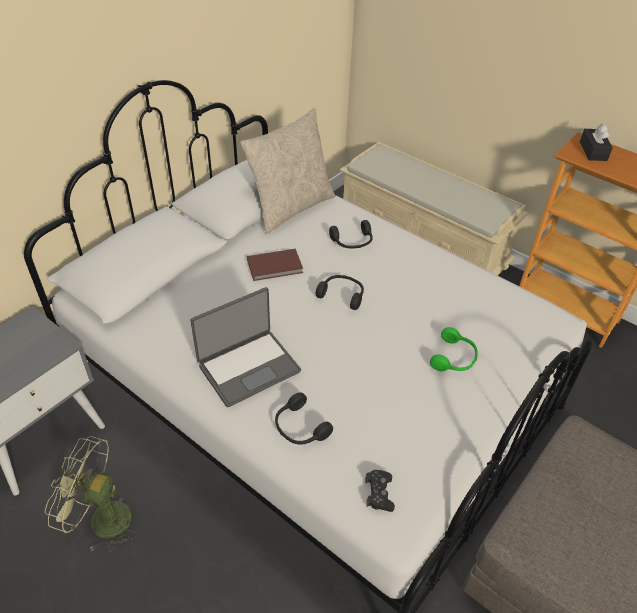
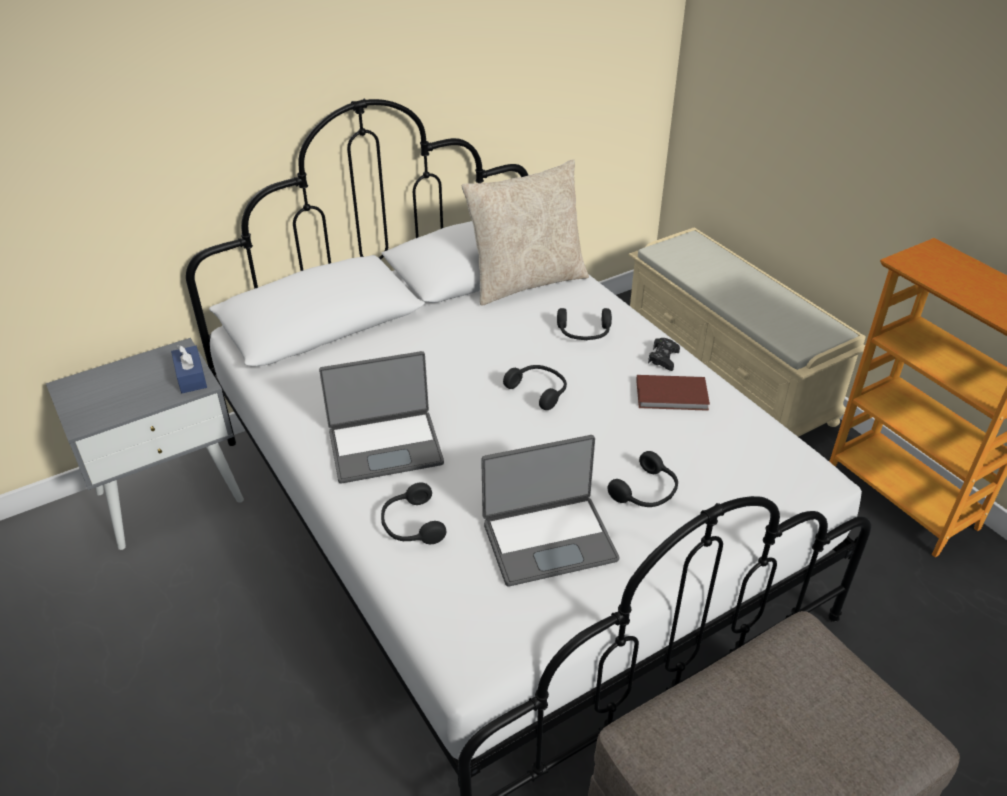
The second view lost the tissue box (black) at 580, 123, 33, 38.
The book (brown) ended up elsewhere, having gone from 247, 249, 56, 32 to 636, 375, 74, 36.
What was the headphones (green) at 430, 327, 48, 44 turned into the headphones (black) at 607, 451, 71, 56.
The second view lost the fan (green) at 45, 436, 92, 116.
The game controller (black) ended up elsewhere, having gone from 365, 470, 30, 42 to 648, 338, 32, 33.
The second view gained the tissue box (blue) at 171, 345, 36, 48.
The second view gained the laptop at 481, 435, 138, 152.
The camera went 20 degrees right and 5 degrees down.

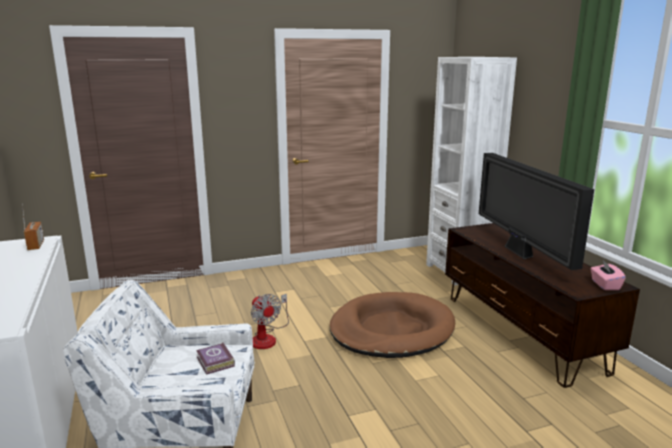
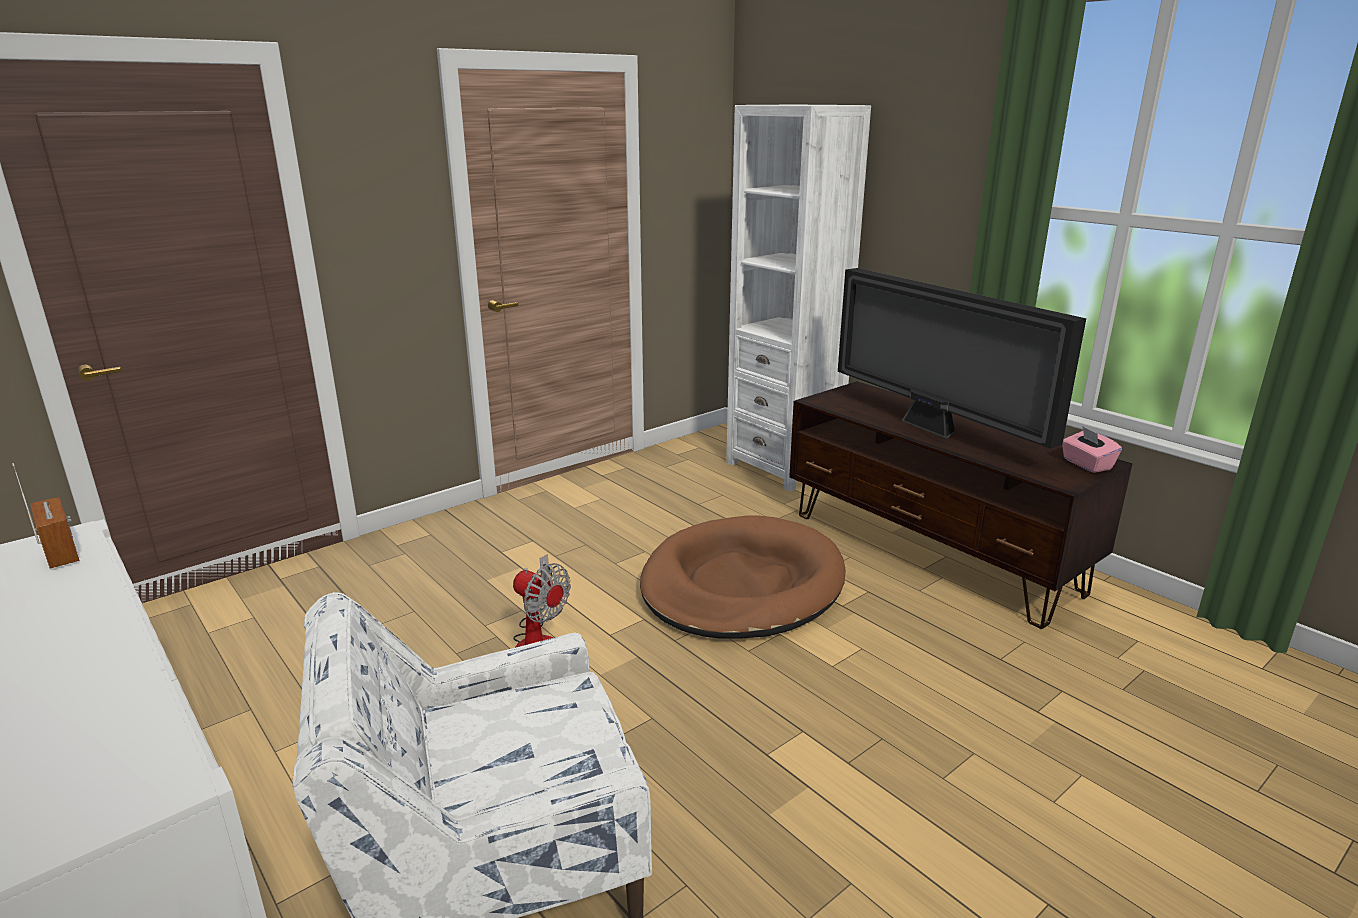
The second view lost the book at 196, 343, 39, 32.
The camera went 20 degrees left and 5 degrees up.

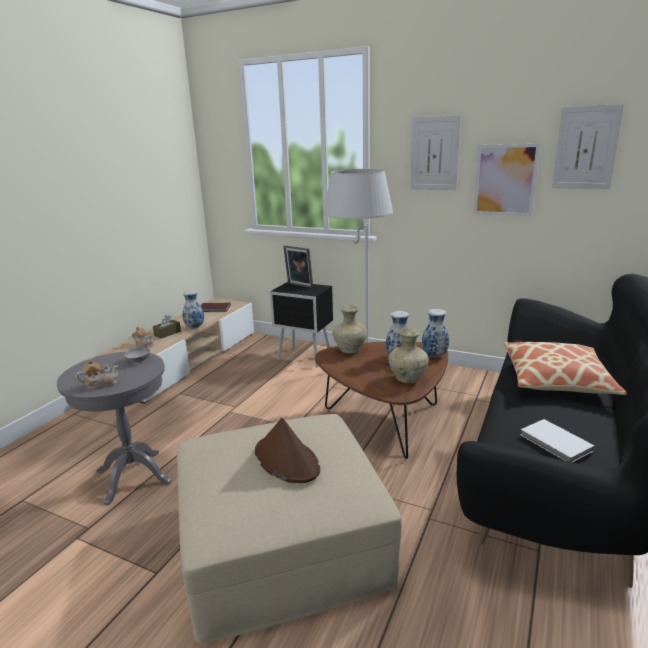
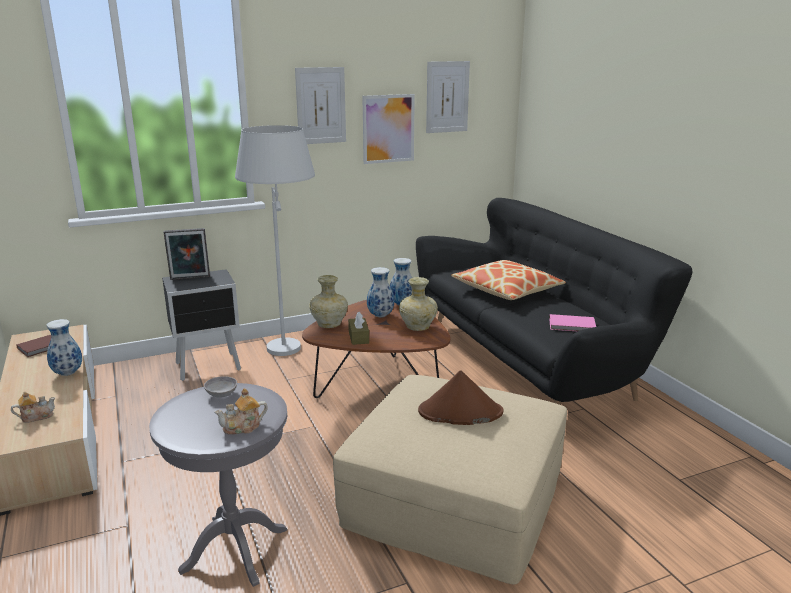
The tissue box (brown) ended up elsewhere, having gone from 153, 315, 28, 24 to 348, 312, 21, 33.
The teapot at 76, 358, 43, 32 ended up facing another way, 135 degrees counterclockwise from before.
What was the book (white) at 520, 419, 75, 43 turned into the book (pink) at 549, 314, 47, 17.
The camera went 50 degrees left and 0 degrees up.

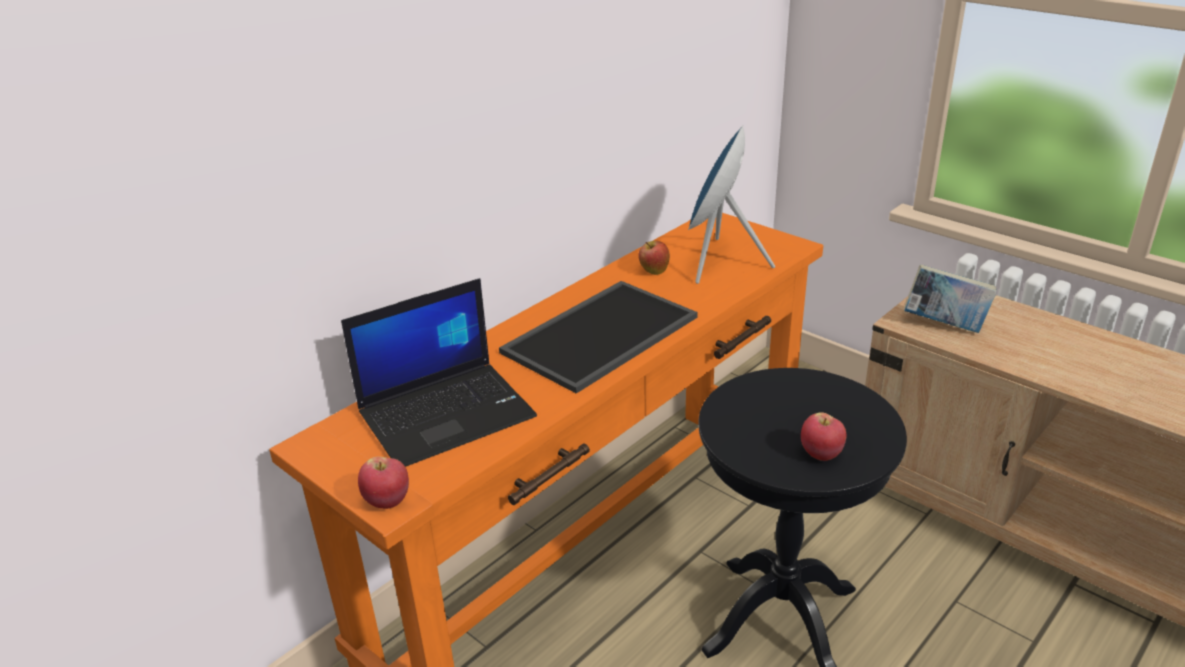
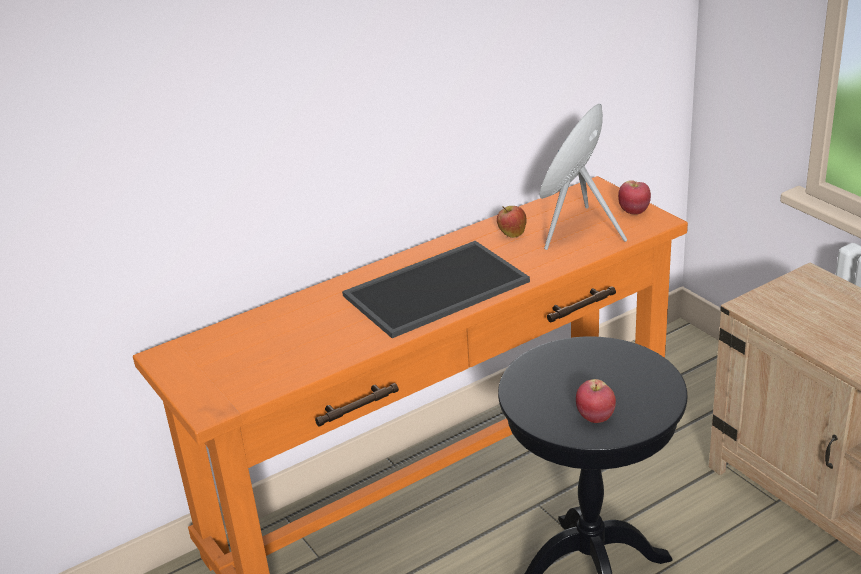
The second view lost the book at 904, 264, 93, 69.
The second view lost the laptop at 341, 278, 196, 189.
The apple ended up elsewhere, having gone from 358, 457, 51, 52 to 618, 180, 33, 35.
The camera went 15 degrees right and 0 degrees up.

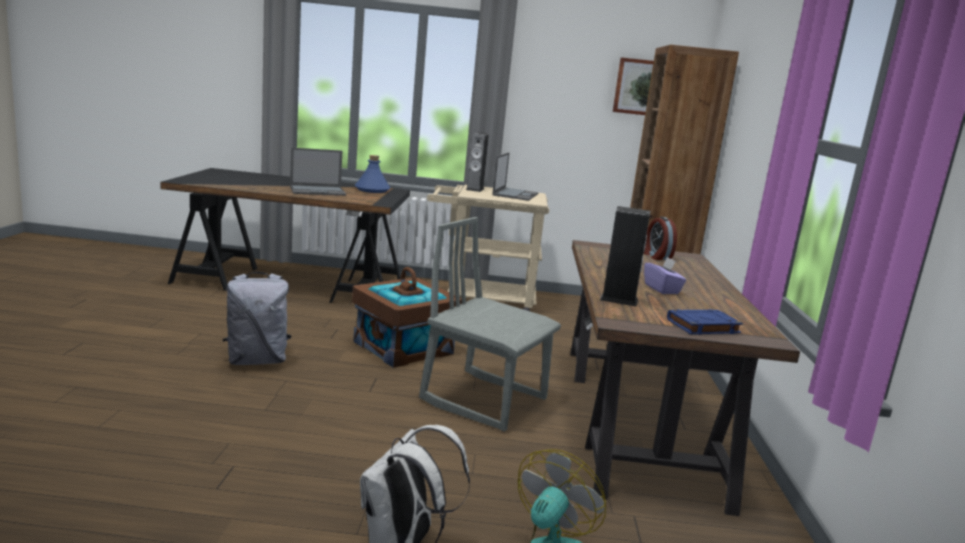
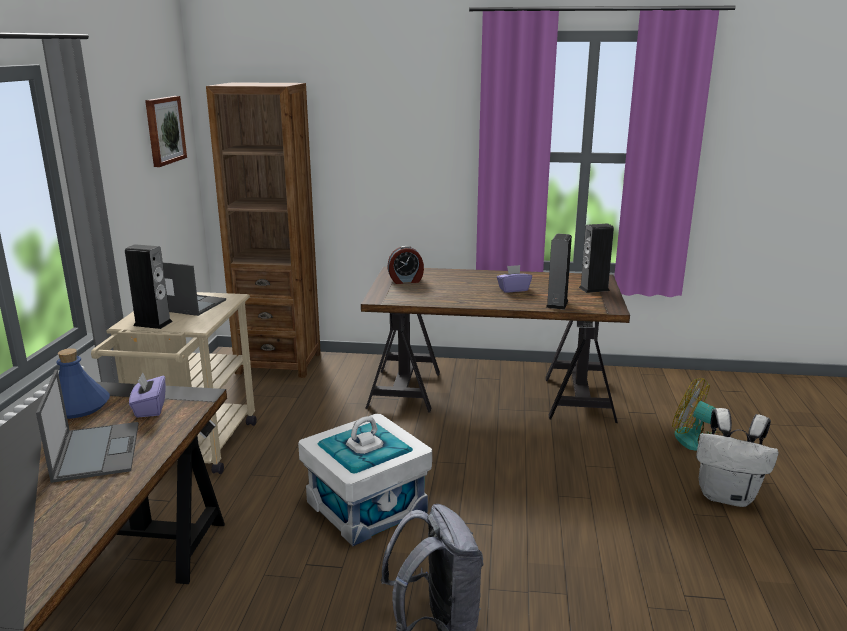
The second view lost the chair (grey) at 419, 217, 142, 215.
What was the storage box (brown) at 352, 267, 110, 101 turned into the storage box (white) at 298, 414, 134, 132.
Where the book (blue) stood at 667, 309, 76, 26, the speaker came to stand at 579, 223, 35, 70.
The second view gained the tissue box (purple) at 129, 372, 37, 46.
The camera went 85 degrees left and 5 degrees up.

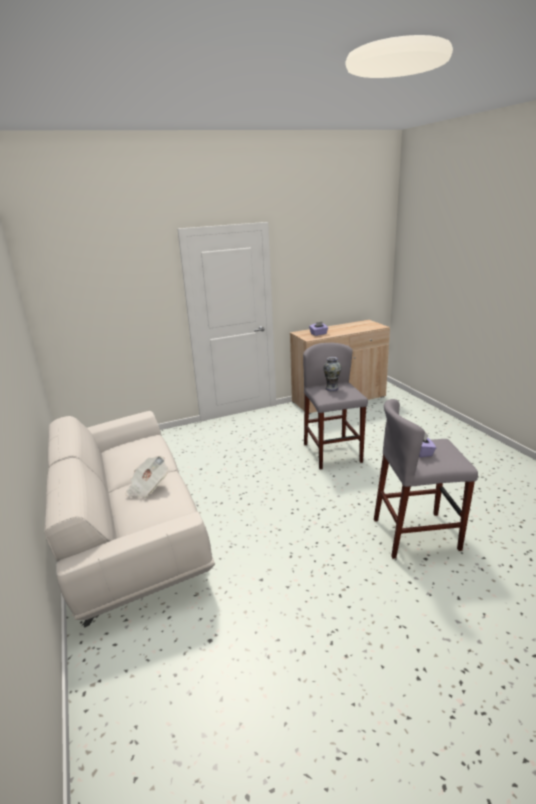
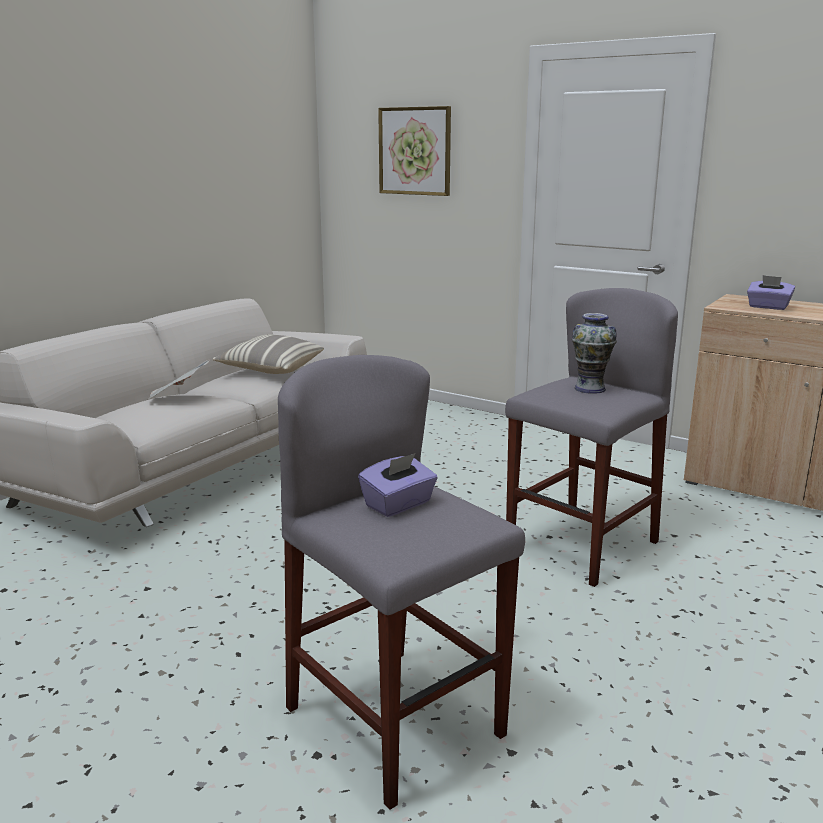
The second view gained the picture at 378, 106, 73, 90.
The second view gained the pillow at 213, 335, 111, 39.
The camera went 55 degrees right and 5 degrees down.

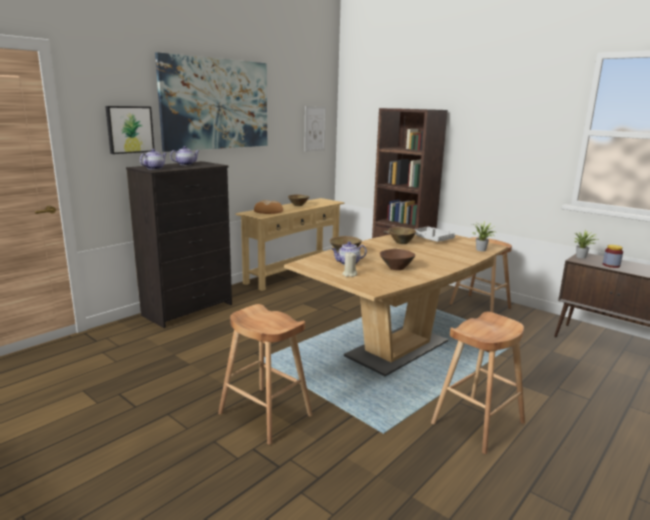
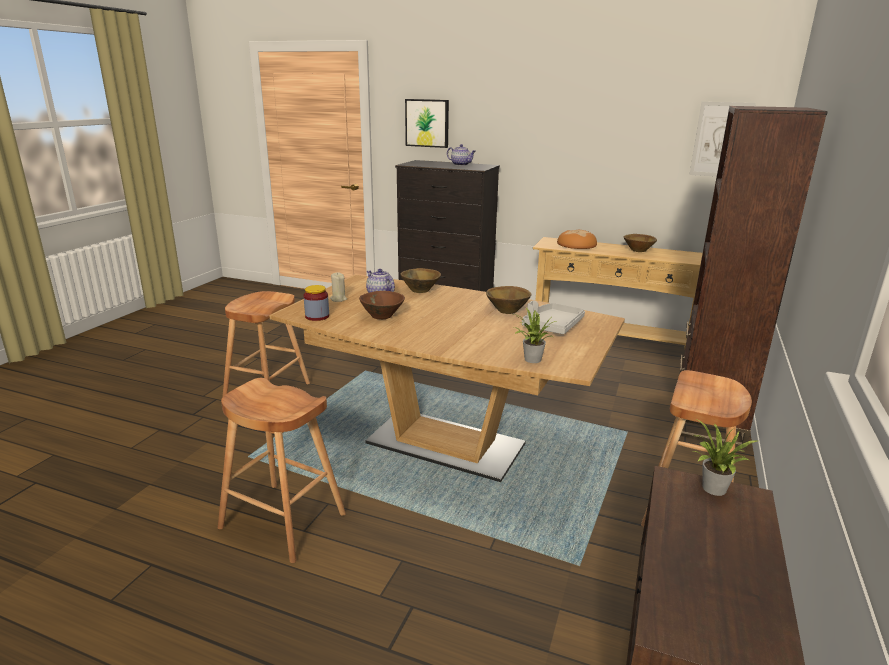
The second view lost the picture at 155, 52, 112, 100.
The second view lost the teapot at 140, 149, 27, 21.
The jar ended up elsewhere, having gone from 603, 245, 20, 23 to 304, 285, 25, 36.
The camera went 70 degrees right and 5 degrees up.

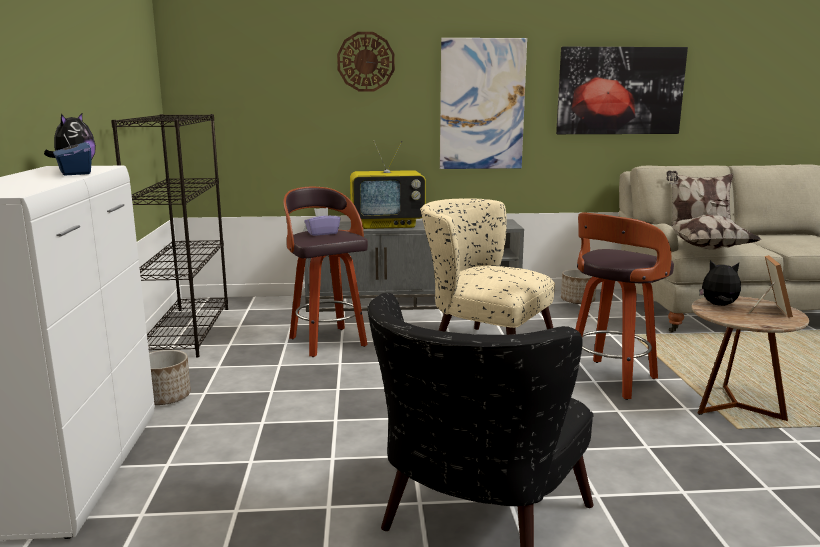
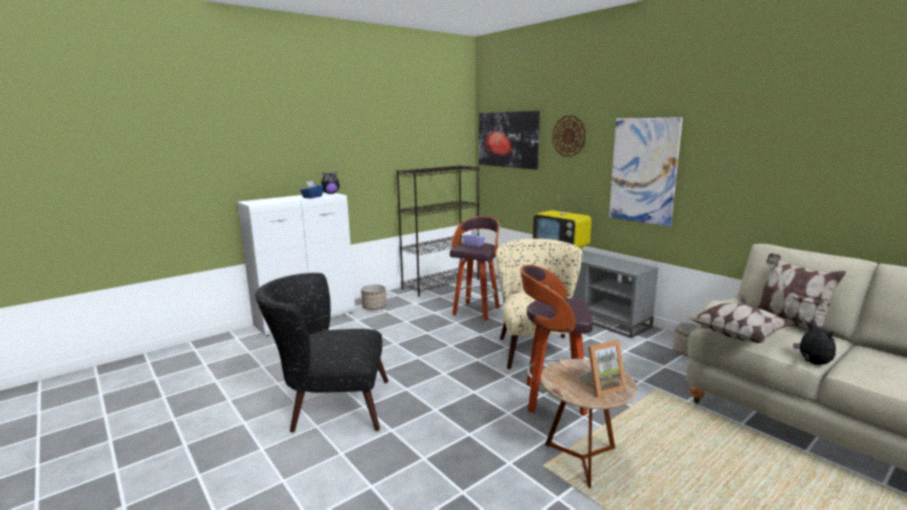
The picture ended up elsewhere, having gone from 556, 47, 132, 87 to 479, 111, 61, 58.
The plush toy ended up elsewhere, having gone from 699, 260, 42, 46 to 793, 322, 43, 43.
The camera went 55 degrees right and 0 degrees up.

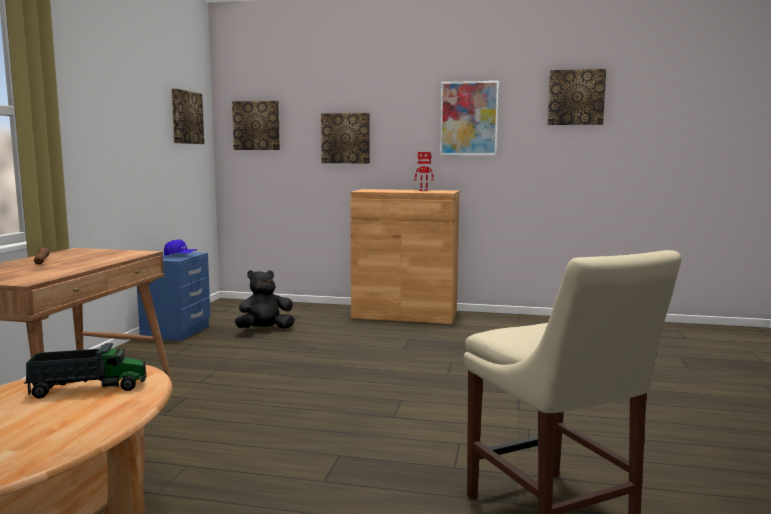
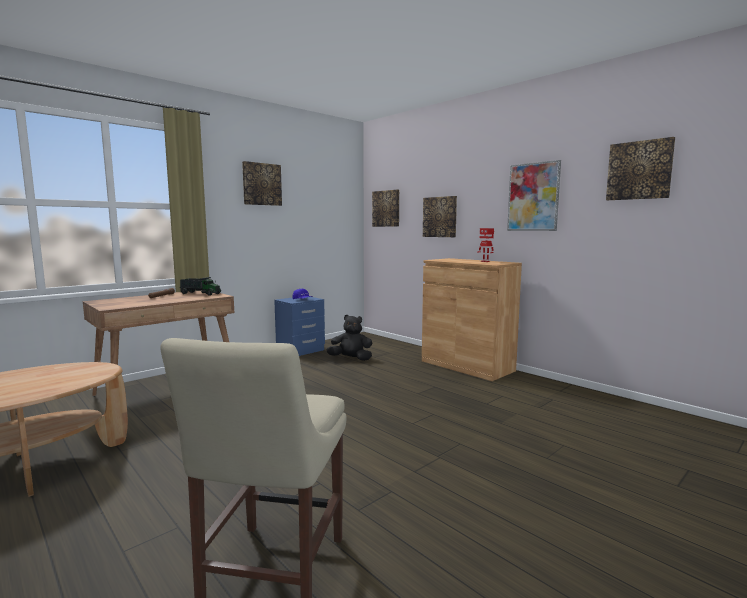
The picture ended up elsewhere, having gone from 171, 89, 33, 55 to 242, 161, 40, 45.
The toy truck ended up elsewhere, having gone from 24, 343, 123, 56 to 179, 277, 42, 19.
The camera went 35 degrees right and 0 degrees up.

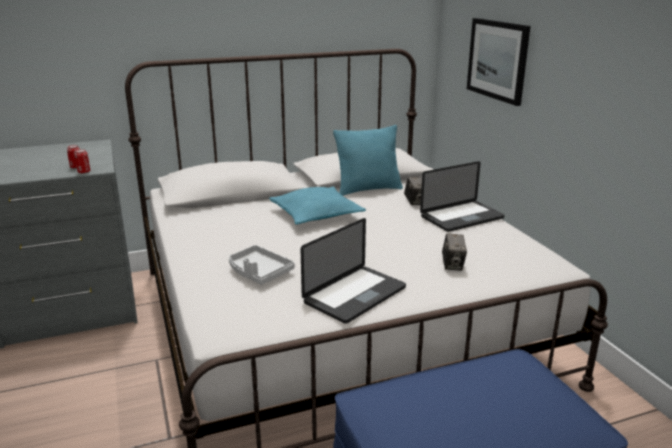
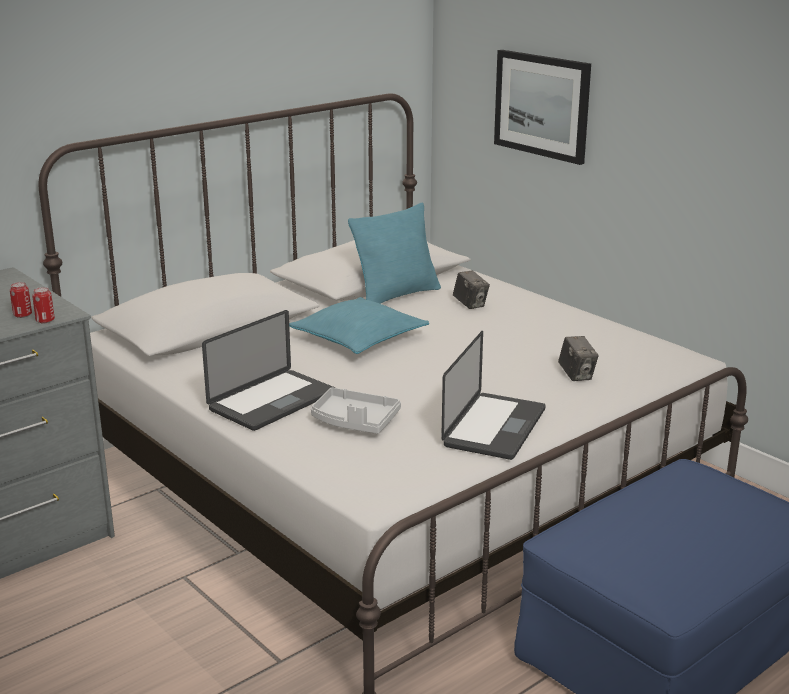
The laptop ended up elsewhere, having gone from 420, 161, 85, 71 to 202, 310, 133, 121.
The camera went 20 degrees left and 0 degrees up.

